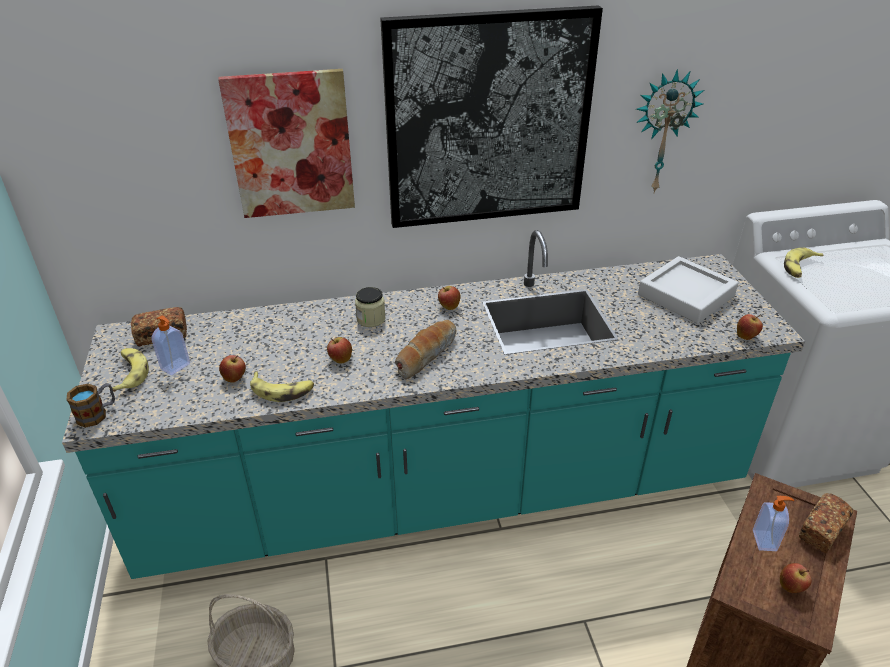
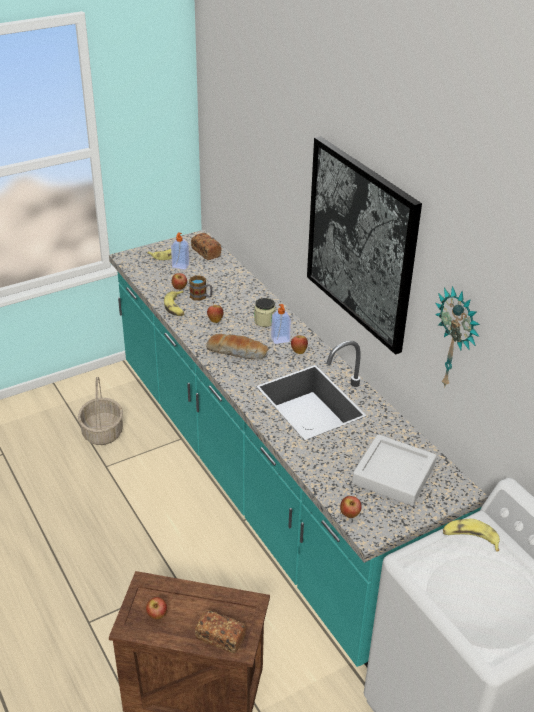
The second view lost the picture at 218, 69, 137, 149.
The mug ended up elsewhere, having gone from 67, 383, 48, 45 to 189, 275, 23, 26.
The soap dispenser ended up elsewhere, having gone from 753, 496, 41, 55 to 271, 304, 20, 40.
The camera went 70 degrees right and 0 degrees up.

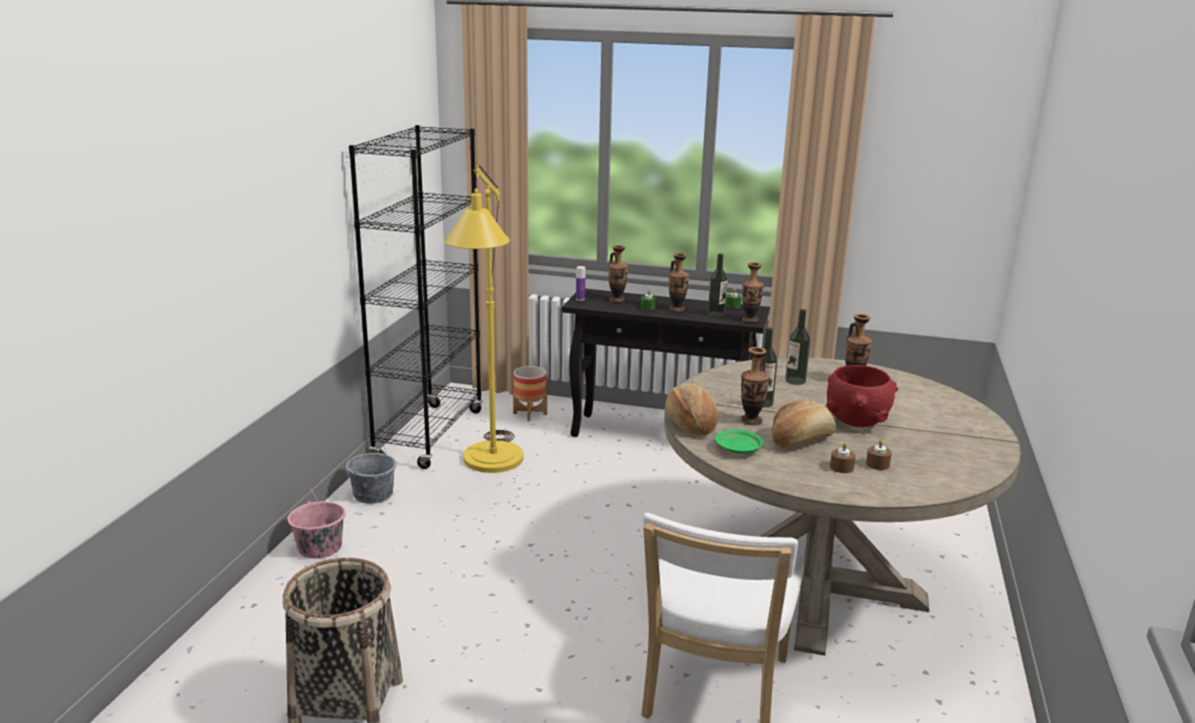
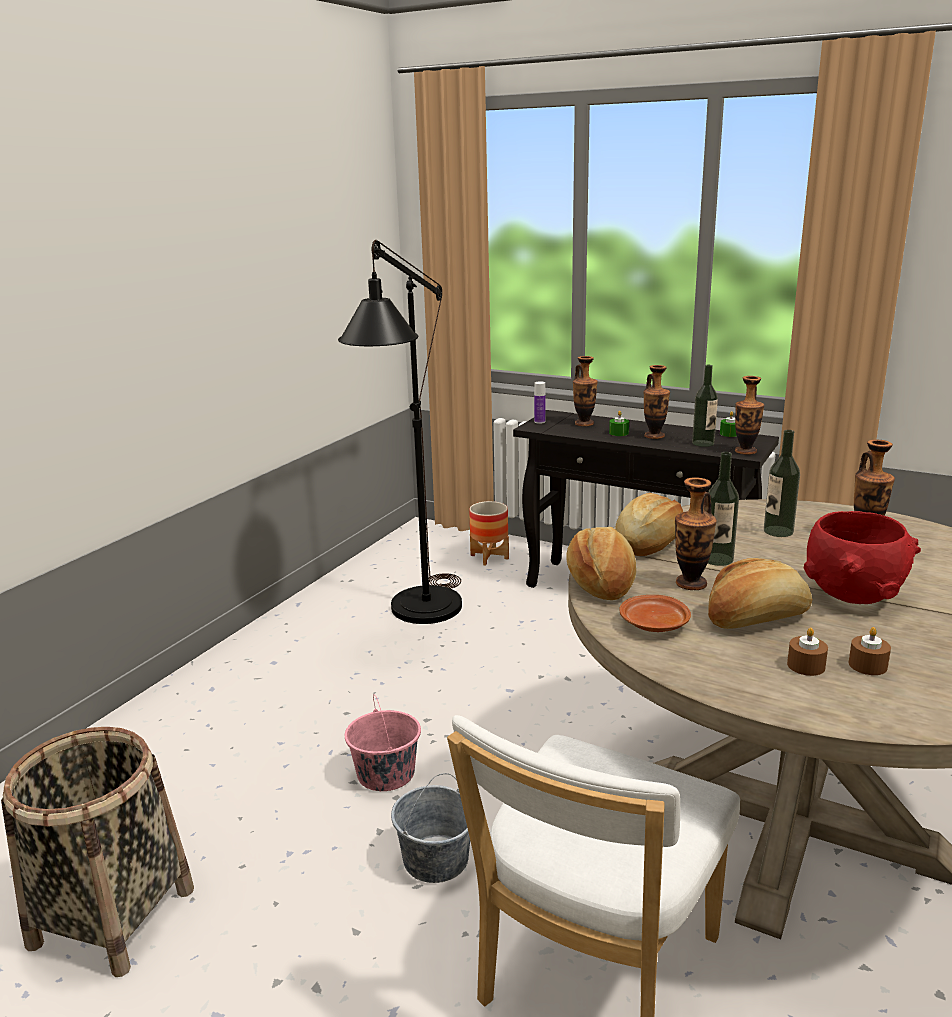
The second view lost the bookcase (black) at 349, 125, 134, 344.
What was the floor lamp (yellow) at 445, 163, 78, 310 turned into the floor lamp (black) at 338, 240, 124, 384.
What was the plate (green) at 715, 429, 48, 25 turned into the plate (brown) at 619, 595, 72, 37.
The bucket (grey) ended up elsewhere, having gone from 346, 440, 50, 64 to 391, 773, 79, 110.
The bucket (pink) ended up elsewhere, having gone from 288, 488, 58, 71 to 345, 694, 76, 97.
The second view gained the bread at 615, 493, 68, 63.
The camera went 15 degrees right and 0 degrees up.

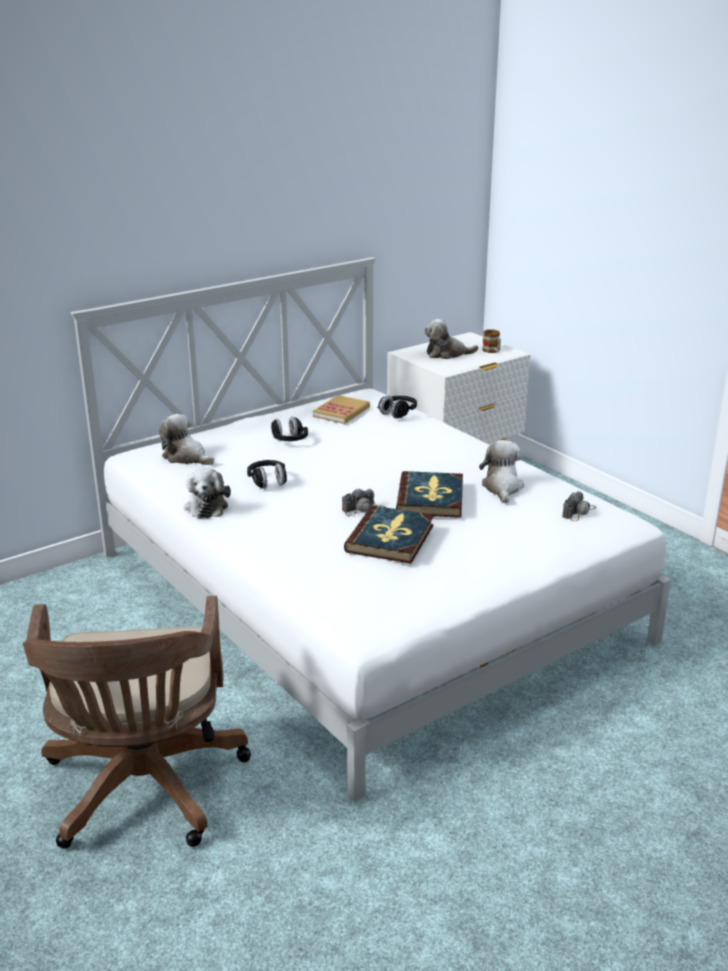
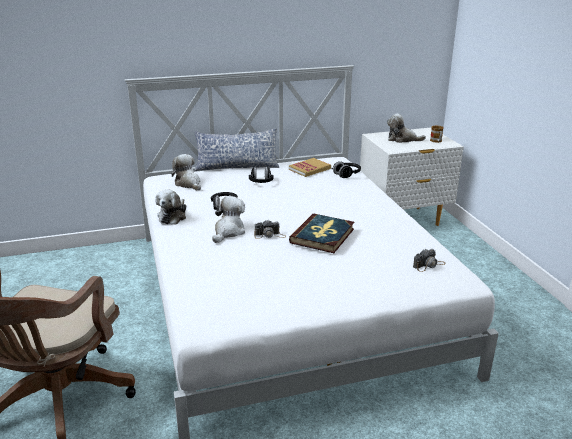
The plush toy ended up elsewhere, having gone from 479, 440, 45, 63 to 212, 196, 33, 47.
The second view lost the book at 344, 506, 90, 58.
The second view gained the pillow at 194, 128, 85, 43.
The camera went 20 degrees right and 0 degrees up.

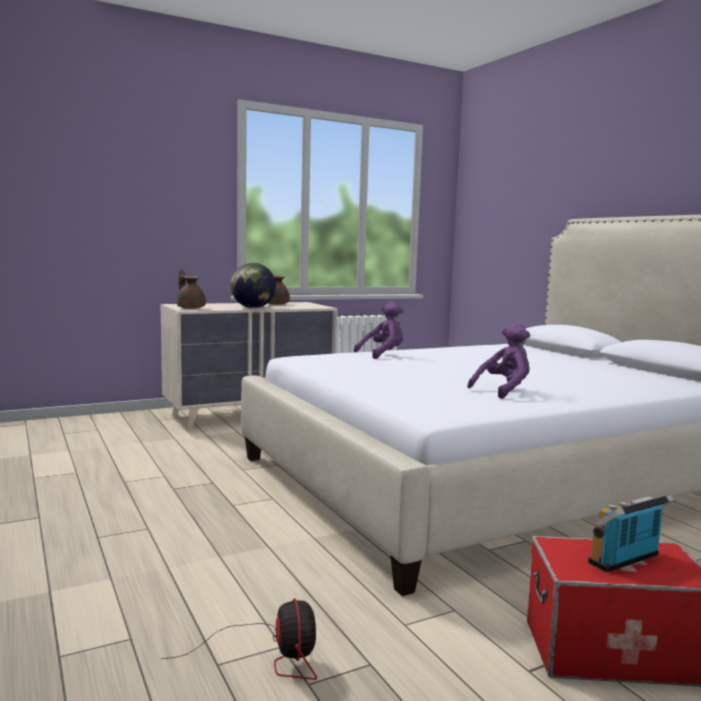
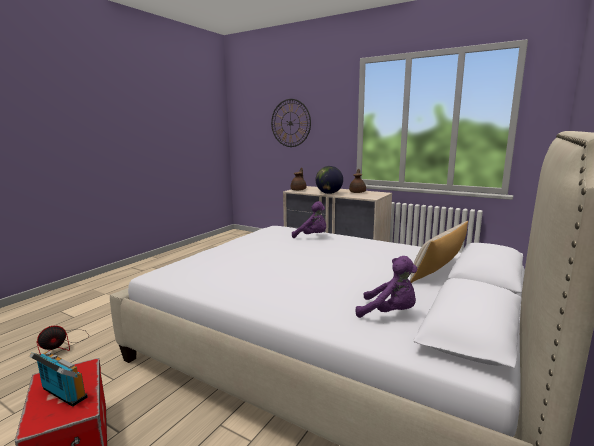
The plush toy (purple) ended up elsewhere, having gone from 467, 323, 63, 76 to 356, 256, 62, 62.
The second view gained the wall clock at 271, 99, 40, 48.
The second view gained the pillow (beige) at 410, 221, 58, 62.
The camera went 60 degrees right and 5 degrees up.

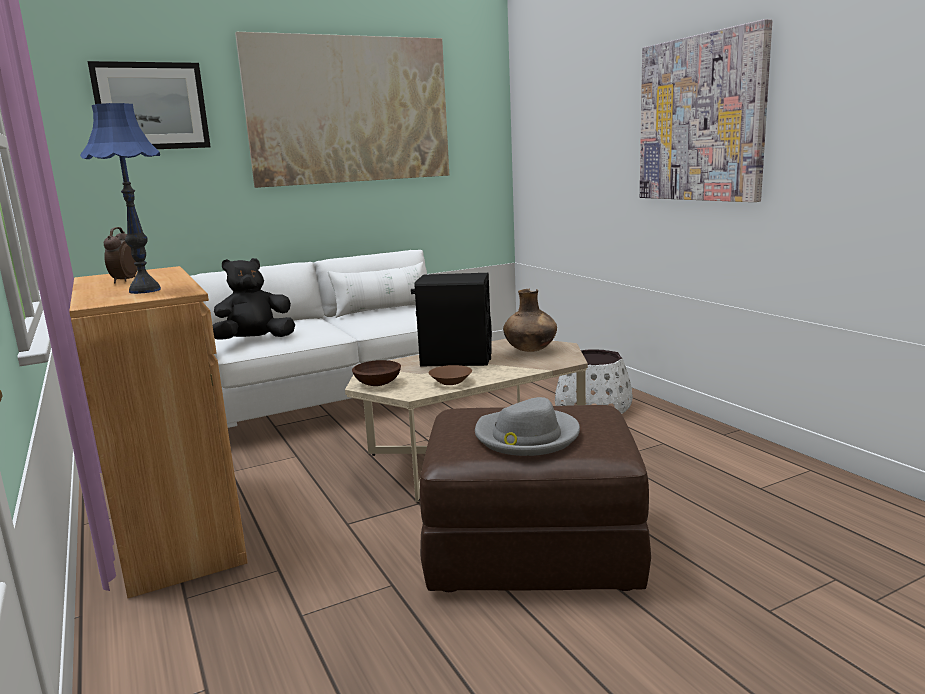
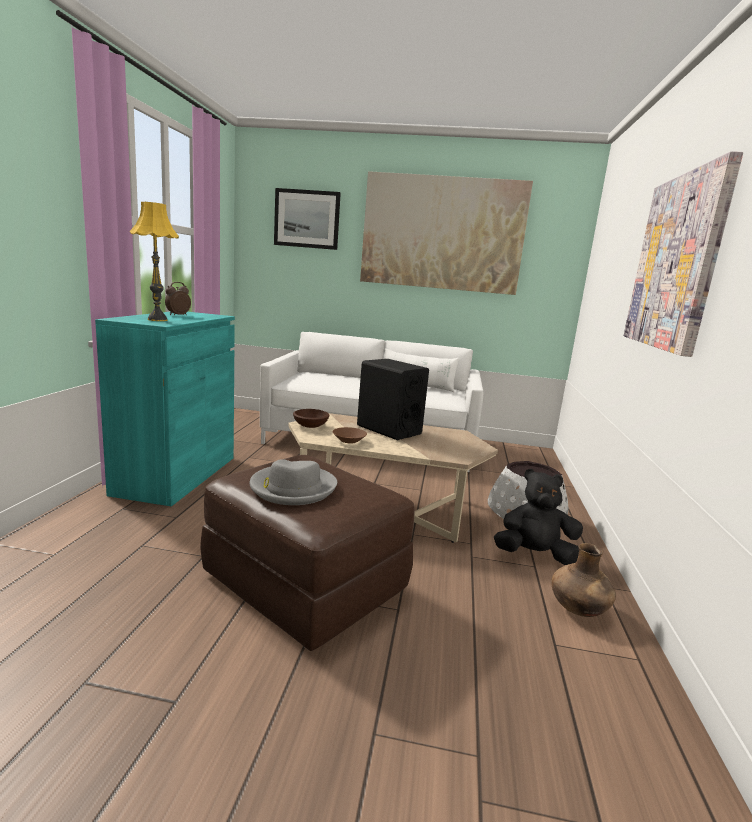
What was the table lamp (blue) at 80, 103, 81, 191 turned into the table lamp (yellow) at 130, 202, 49, 119.
The plush toy (black) ended up elsewhere, having gone from 213, 258, 82, 82 to 494, 469, 89, 96.
What was the cabinet (brown) at 69, 266, 179, 332 turned into the cabinet (turquoise) at 95, 312, 140, 194.
The vase (brown) ended up elsewhere, having gone from 503, 289, 54, 63 to 551, 543, 65, 74.
The camera went 35 degrees right and 0 degrees up.

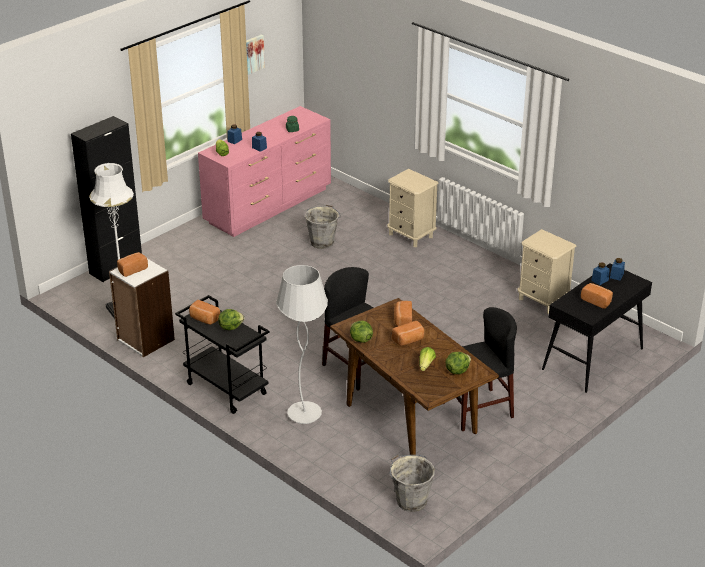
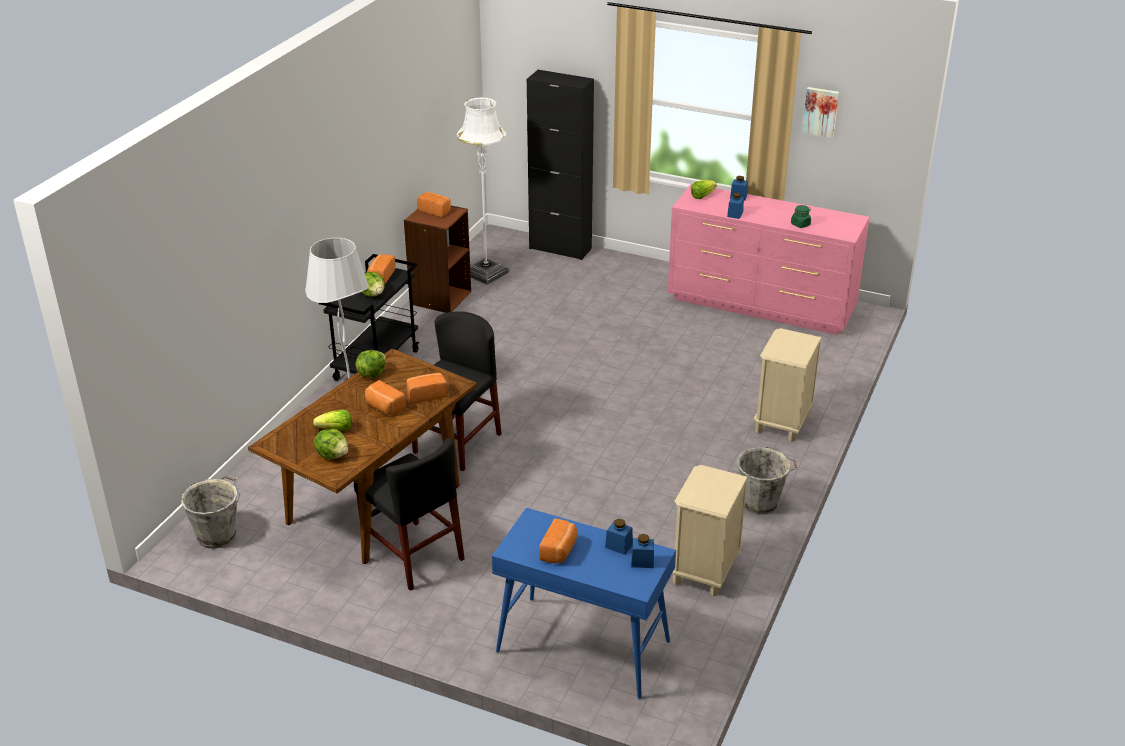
The bucket (grey) ended up elsewhere, having gone from 305, 205, 36, 44 to 737, 447, 60, 68.
What was the bookcase (white) at 109, 259, 66, 98 turned into the bookcase (brown) at 404, 206, 67, 107.
What was the console table (black) at 542, 263, 110, 130 turned into the console table (blue) at 492, 508, 184, 191.
The camera went 70 degrees right and 0 degrees up.

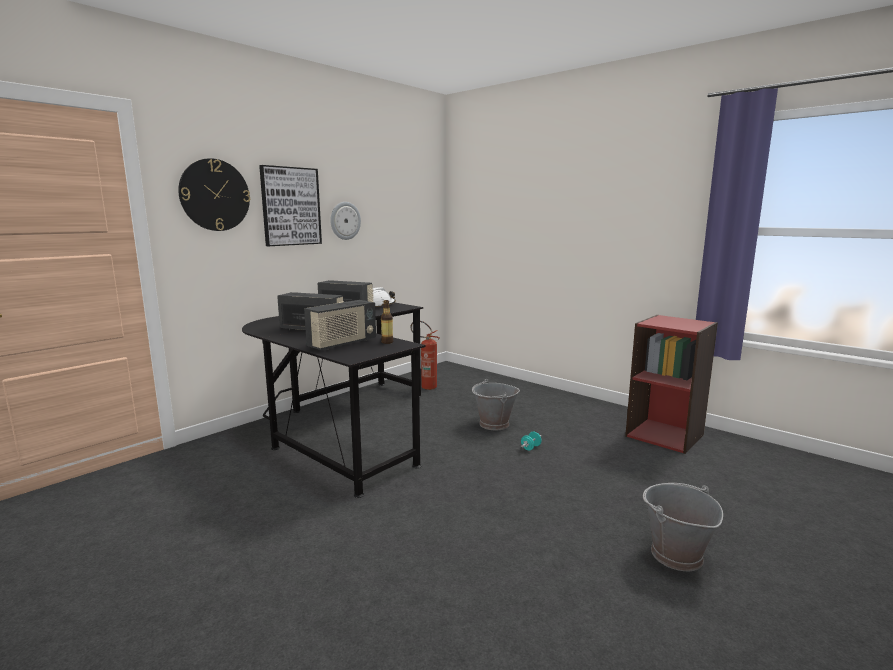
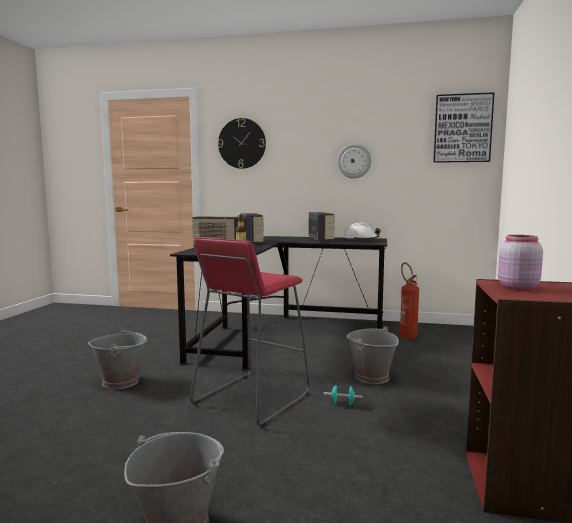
The picture ended up elsewhere, having gone from 259, 165, 63, 81 to 433, 92, 62, 71.
The second view gained the jar (pink) at 498, 235, 45, 55.
The second view gained the stool (red) at 190, 237, 120, 190.
The second view gained the bucket (grey) at 88, 328, 59, 62.
The camera went 60 degrees right and 5 degrees down.

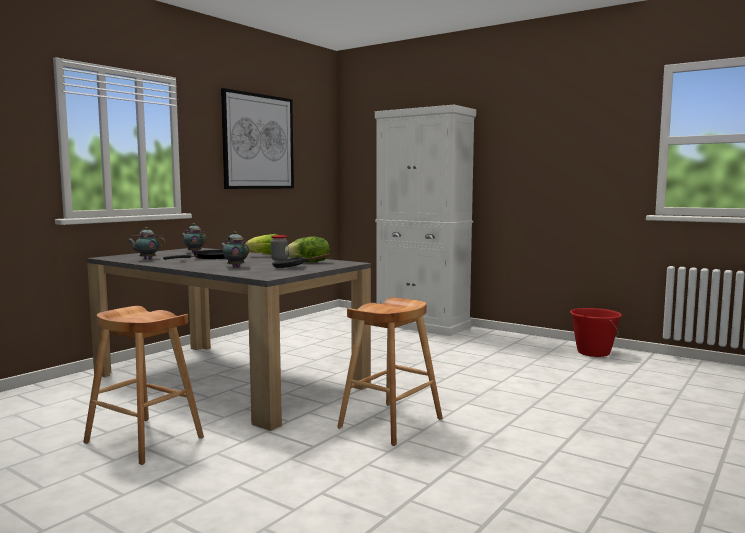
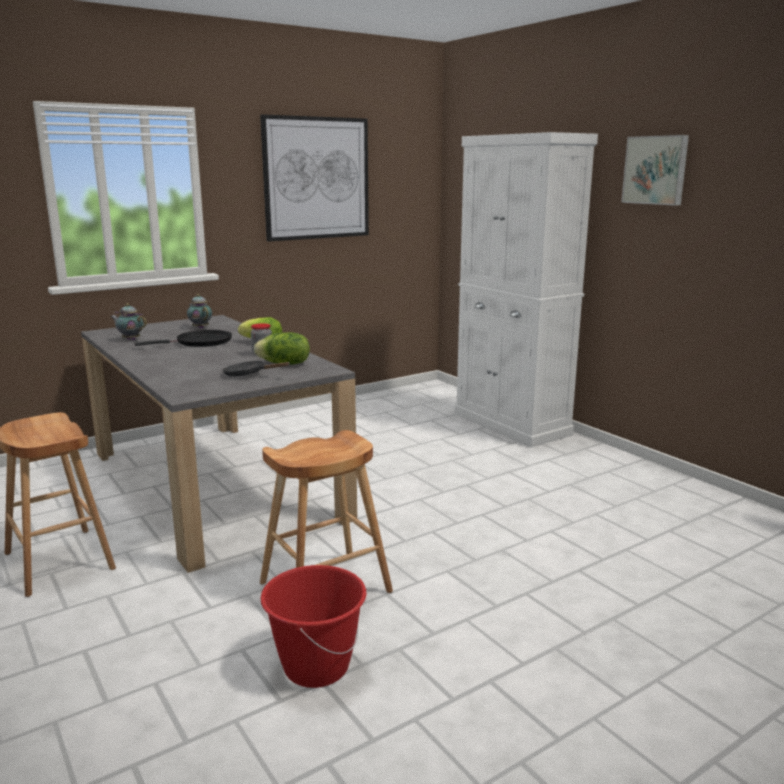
The second view lost the teapot at 220, 231, 30, 36.
The bucket (red) ended up elsewhere, having gone from 570, 308, 52, 49 to 260, 565, 106, 123.
The second view gained the picture at 621, 135, 68, 71.
The camera went 20 degrees right and 10 degrees up.

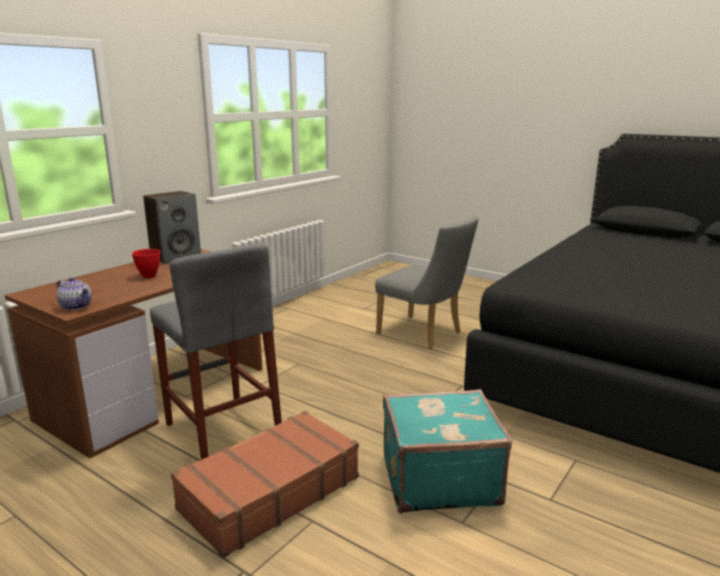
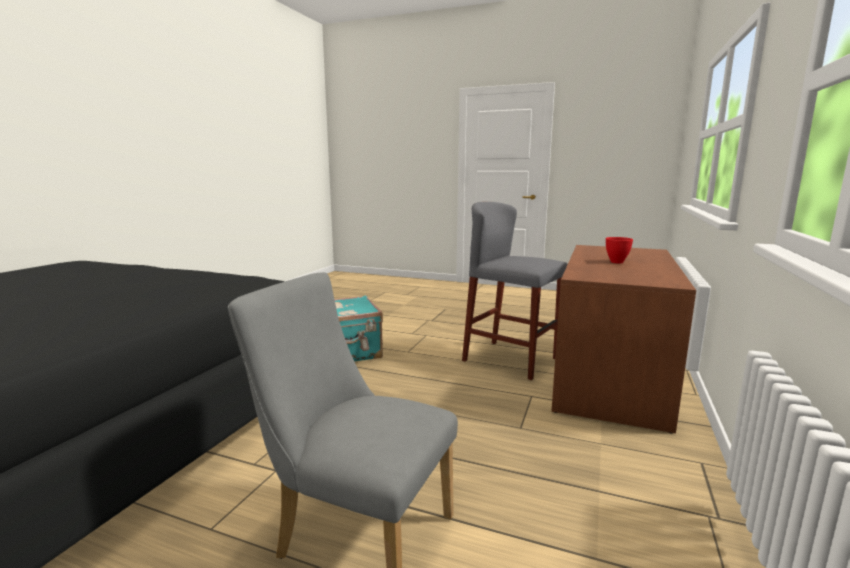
The second view lost the speaker at 143, 191, 58, 73.
The second view lost the teapot at 56, 277, 36, 33.
The second view lost the suitcase (brown) at 171, 411, 188, 147.
The camera went 165 degrees right and 5 degrees down.

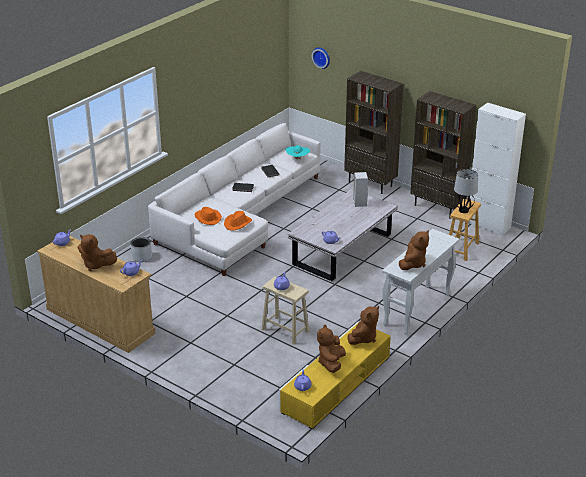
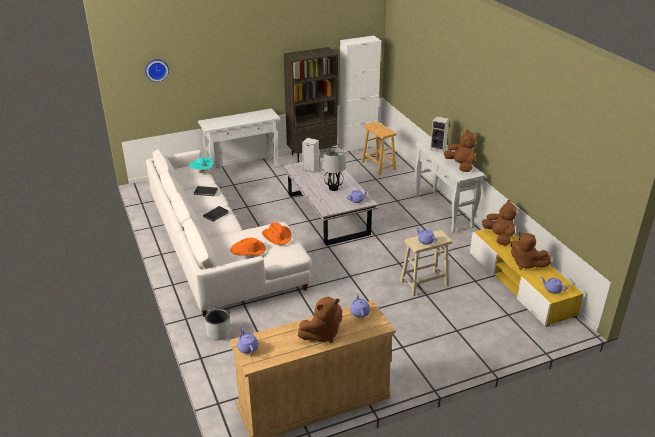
Where the bookcase (brown) stood at 344, 71, 60, 123, the console table (white) came to stand at 198, 108, 82, 72.
The table lamp ended up elsewhere, having gone from 454, 169, 24, 44 to 322, 147, 24, 44.
The second view gained the speaker at 430, 116, 19, 37.
The camera went 60 degrees left and 0 degrees up.

